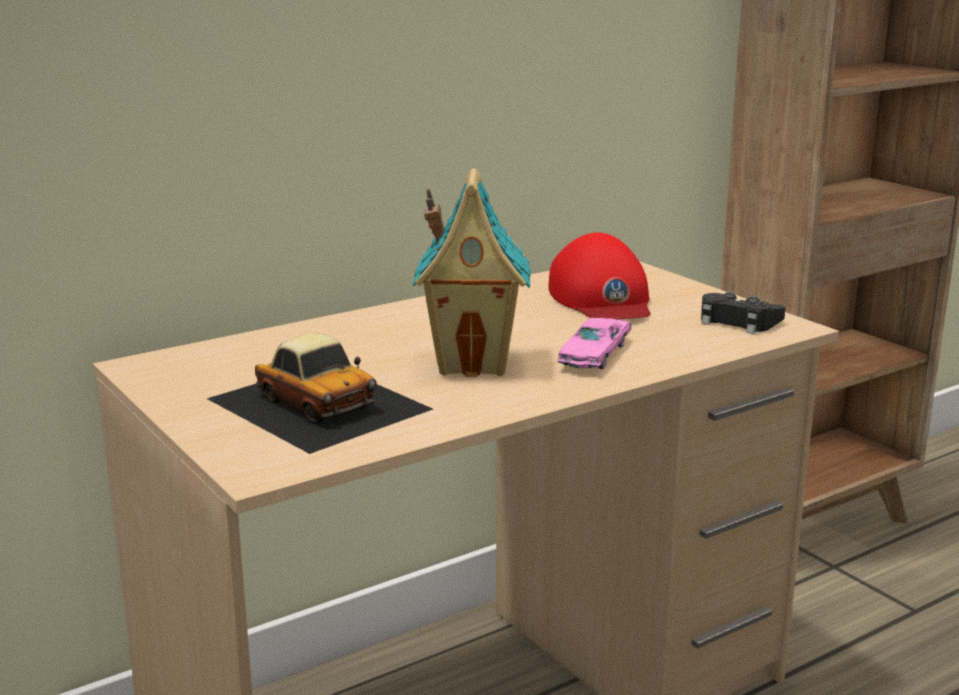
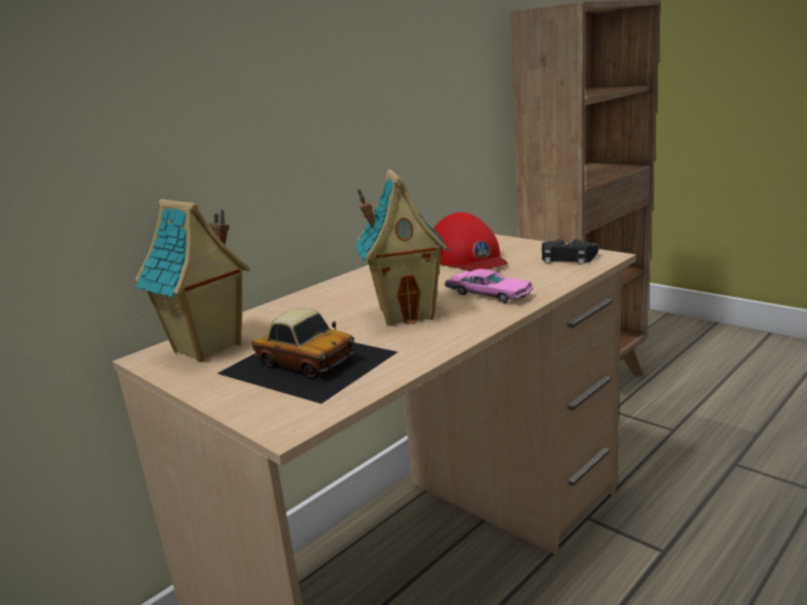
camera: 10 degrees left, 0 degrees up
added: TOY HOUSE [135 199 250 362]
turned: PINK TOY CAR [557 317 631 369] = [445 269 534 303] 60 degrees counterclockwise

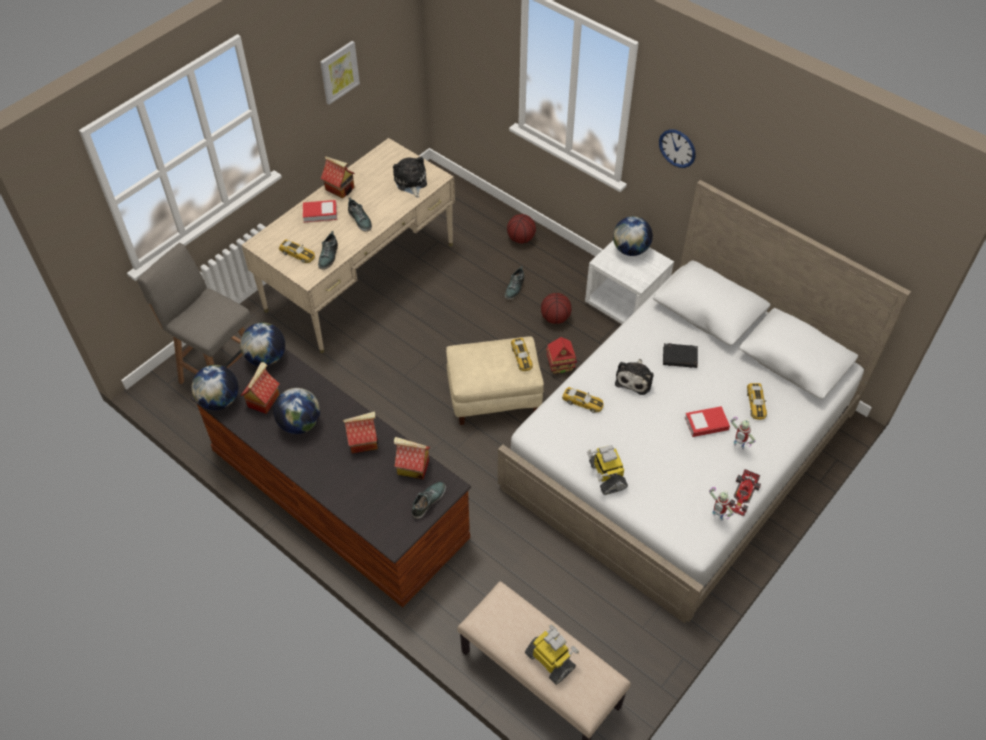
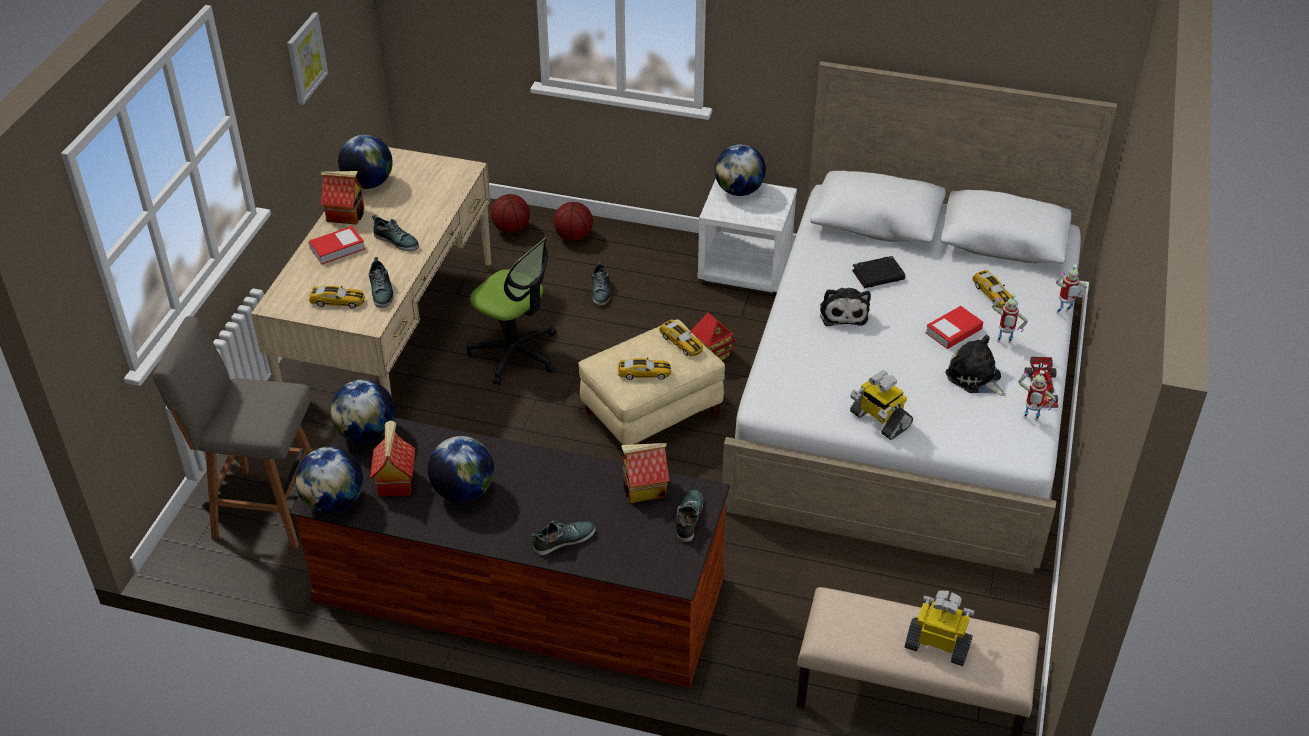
camera: 25 degrees left, 10 degrees down
removed: TOY HOUSE [343 412 378 454]; WALL CLOCK [659 129 696 168]
added: GLOBE [338 135 393 189]; OFFICE CHAIR [467 237 557 385]; SHOE [532 521 596 555]; TOY ROBOT [1056 264 1087 314]
moved: BASKETBALL [541 293 572 324] to [491 194 530 233]; TOY CAR [562 387 604 413] to [618 358 671 380]; PLUSH TOY [393 157 427 198] to [945 335 1006 396]

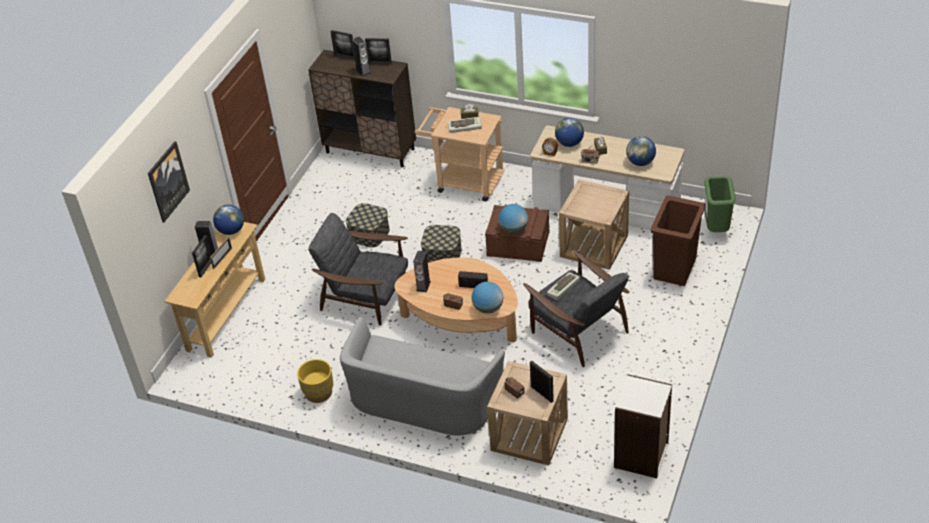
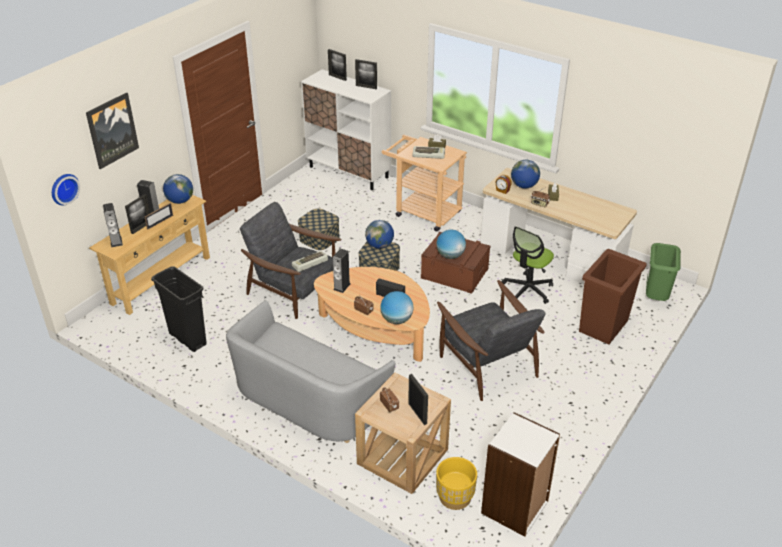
camera: 10 degrees right, 5 degrees down
added: WALL CLOCK [52 174 80 206]; BLACK TRASH CAN [151 266 207 352]
moved: SPEAKER [352 37 371 77] to [103 203 123 247]; KEYBOARD [547 272 580 300] to [292 251 328 272]; GLOBE [626 136 656 166] to [365 220 394 249]; YELLOW PLANTER [297 359 333 403] to [436 457 477 510]
replaced: BEIGE SIDE TABLE [559 179 629 270] to OFFICE CHAIR [501 226 554 304]
recoloured: BROWN CABINET [308 50 416 167] to WHITE CABINET [301 69 391 190]

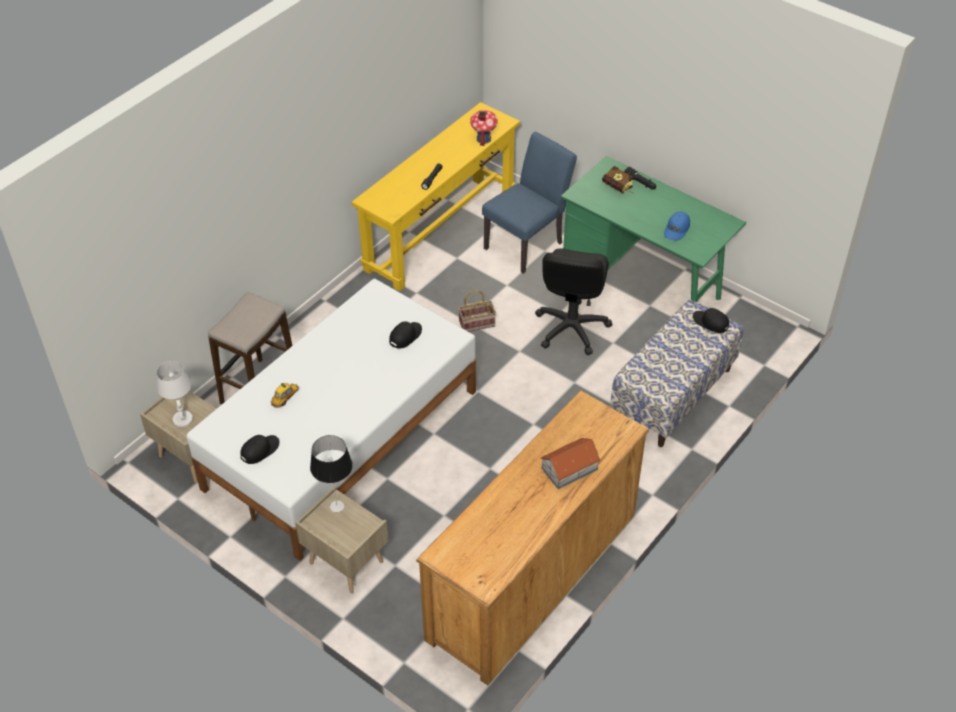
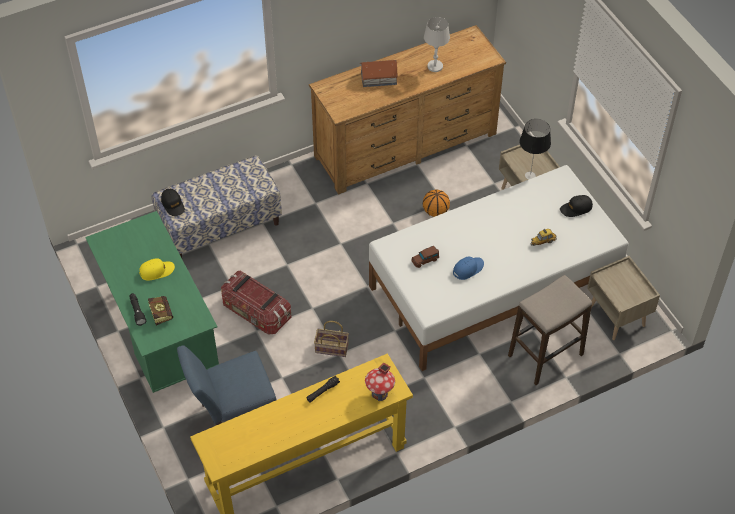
camera: 155 degrees left, 5 degrees up
added: YELLOW CAP [139 258 175 281]; BASKETBALL [423 190 450 217]
moved: TOY HOUSE [470 110 498 146] to [365 362 395 401]; WHITE TABLE LAMP [156 361 193 427] to [424 17 450 72]; BLUE CAP [664 212 690 241] to [453 257 484 280]
replaced: BLACK OFFICE CHAIR [535 248 613 355] to STORAGE BOX [221 271 291 335]; BLACK CAP [389 321 422 349] to BROWN TOY CAR [411 246 439 268]

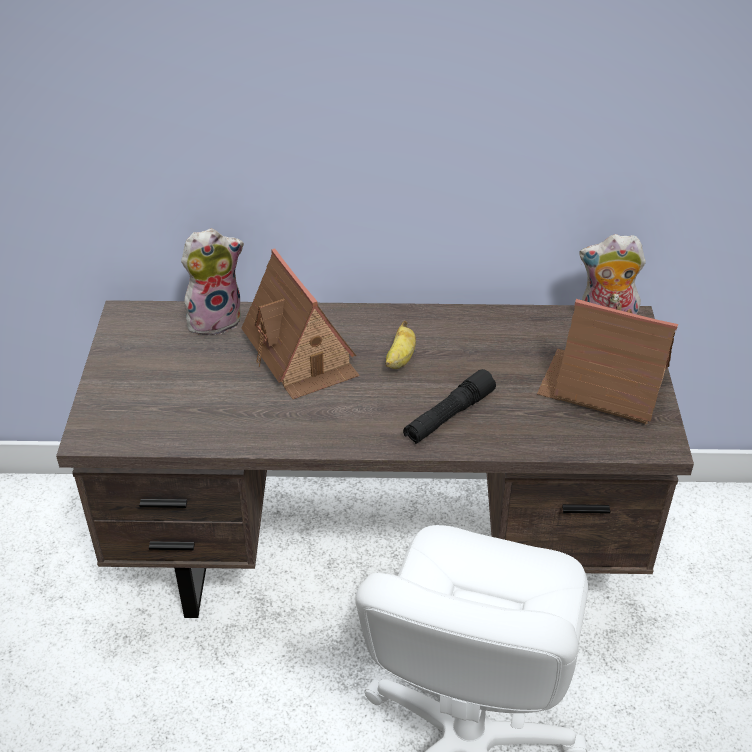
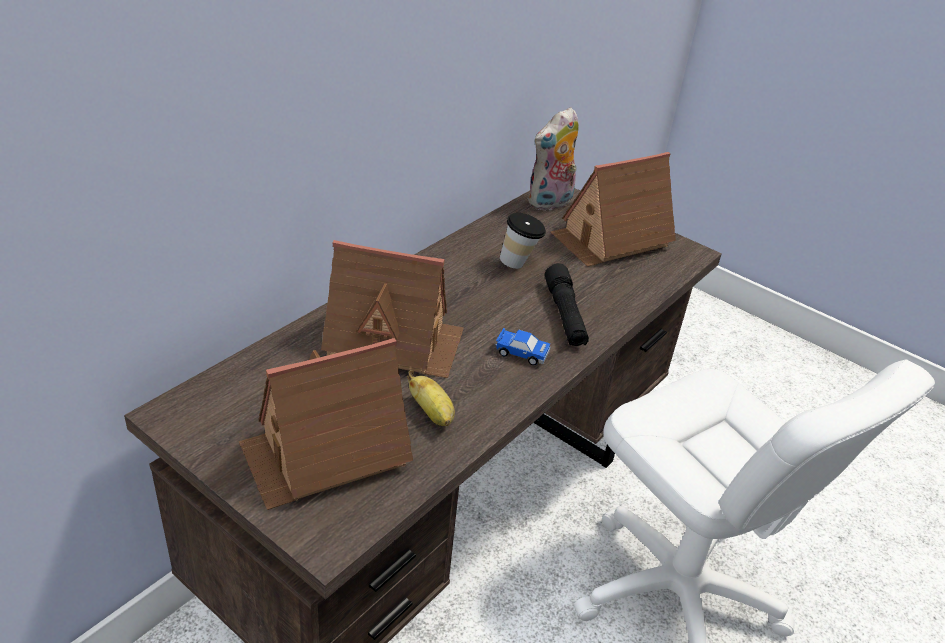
camera: 55 degrees left, 5 degrees down
removed: PLUSH TOY [181 228 244 335]
added: TOY HOUSE [239 338 413 510]; TOY CAR [496 328 550 365]; CUP [500 213 546 269]
moved: BANANA [385 321 416 369] to [407 370 455 426]

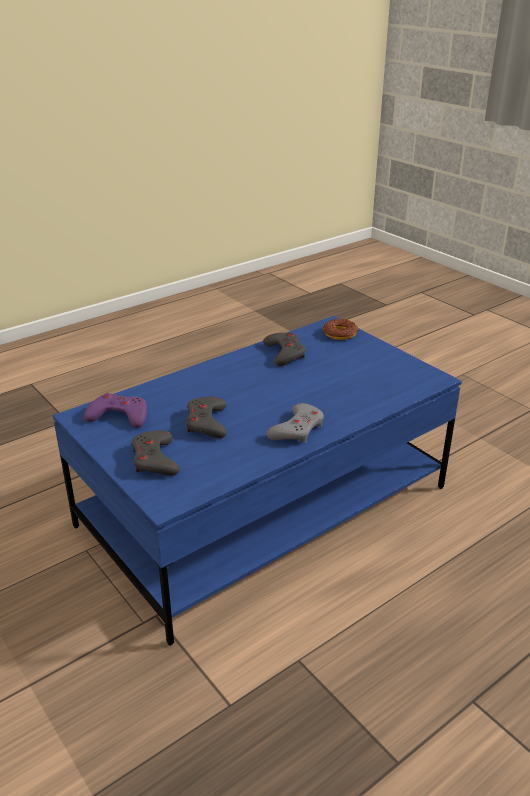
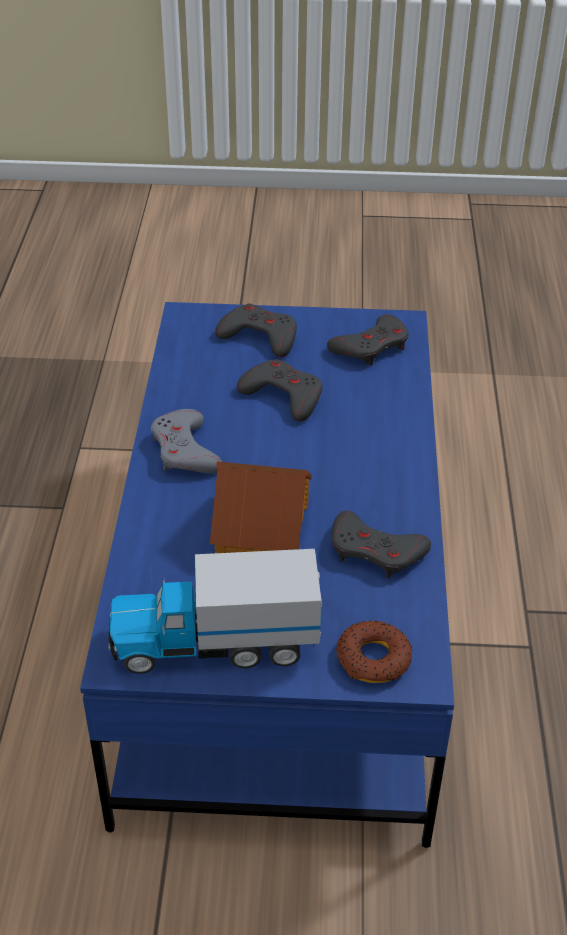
camera: 130 degrees right, 10 degrees up
added: TOY TRUCK [109 549 322 674]; TOY HOUSE [210 461 312 553]
recoloured: PURPLE GAME CONTROLLER [84 393 147 428] to GREY GAME CONTROLLER [327 315 408 366]

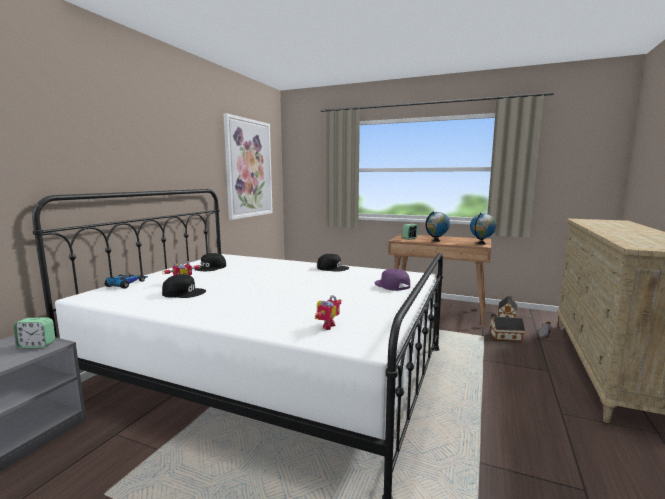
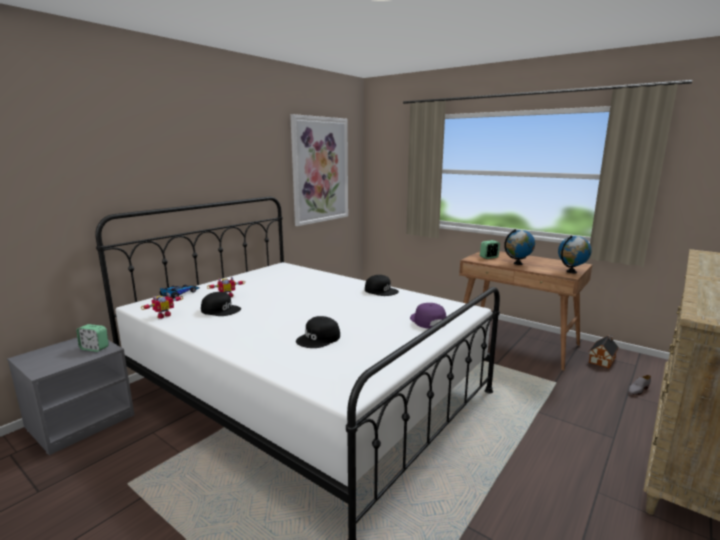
camera: 15 degrees right, 5 degrees up
removed: TOY HOUSE [490 314 525 341]
moved: TOY ROBOT [315 295 341 330] to [141 293 183 319]; BLACK CAP [194 253 226 271] to [296 316 340 348]

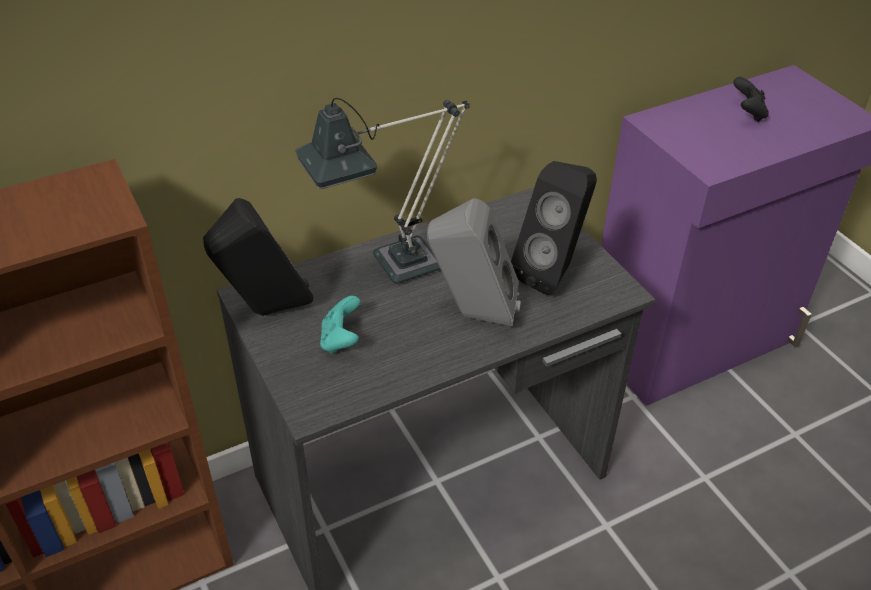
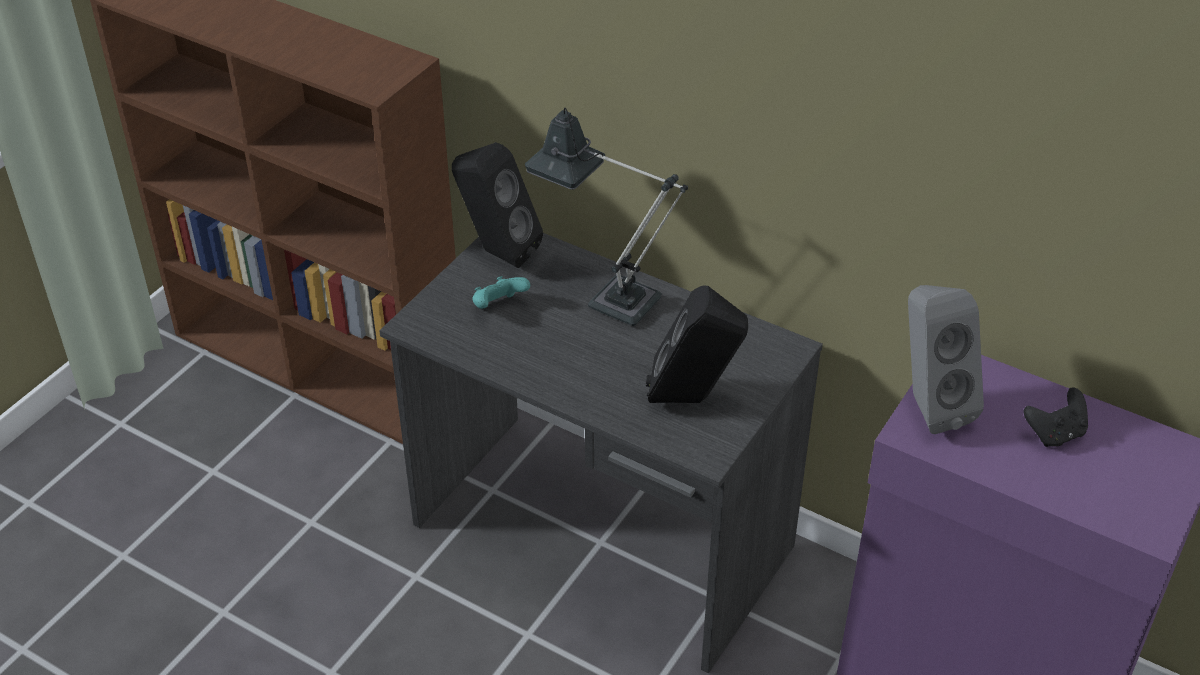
camera: 60 degrees right, 0 degrees up
moved: GREY SPEAKER [427 198 521 327] to [908 285 984 434]

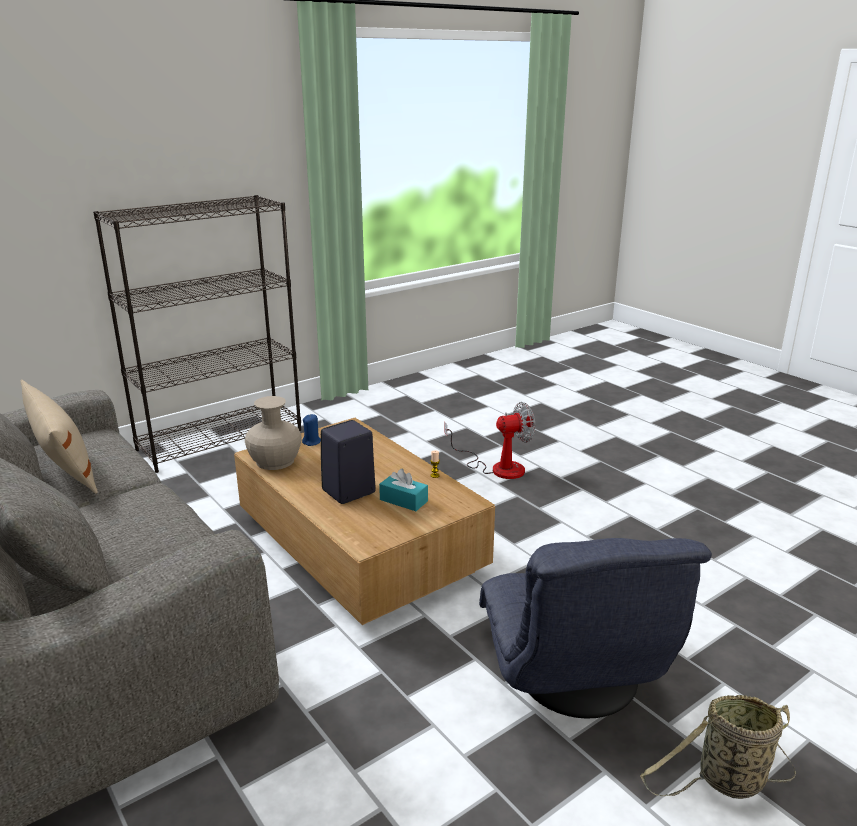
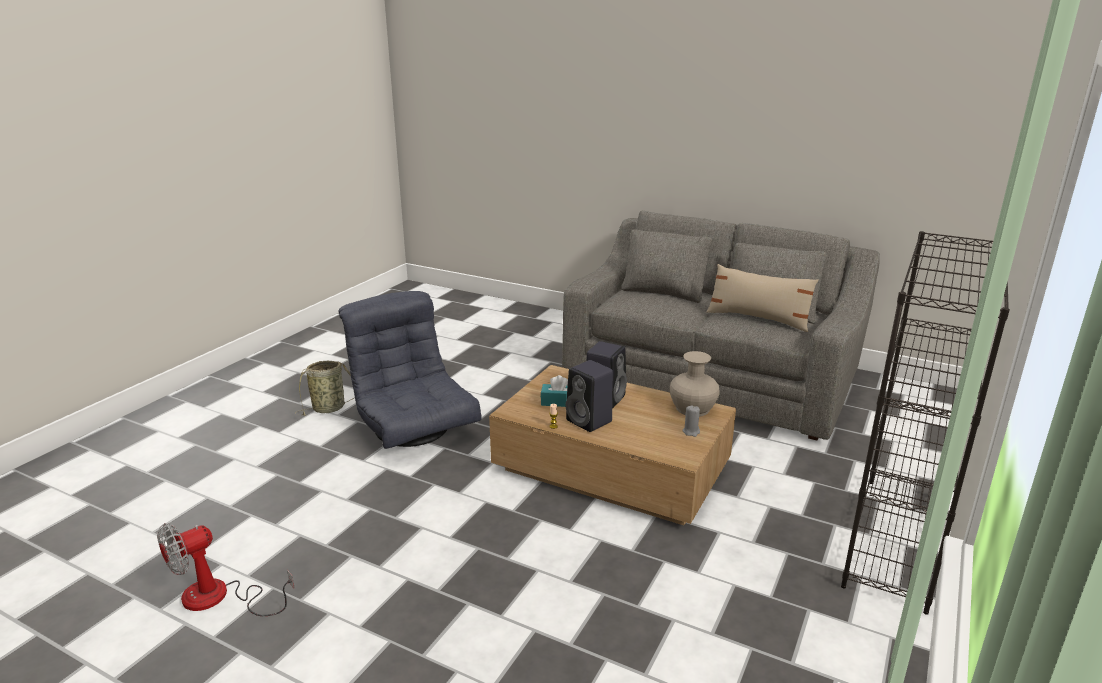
camera: 155 degrees right, 0 degrees up
added: BLACK SPEAKER [566 360 613 432]
moved: FAN [444 402 535 479] to [157 523 295 616]
recoloured: BLUE CANDLE [302 414 321 446] to GREY CANDLE [683 405 700 437]

